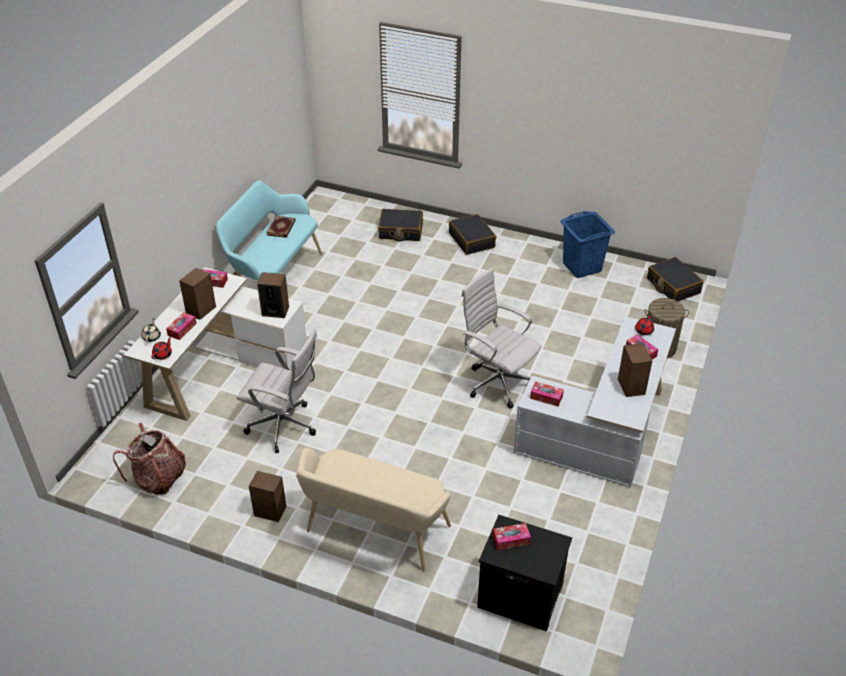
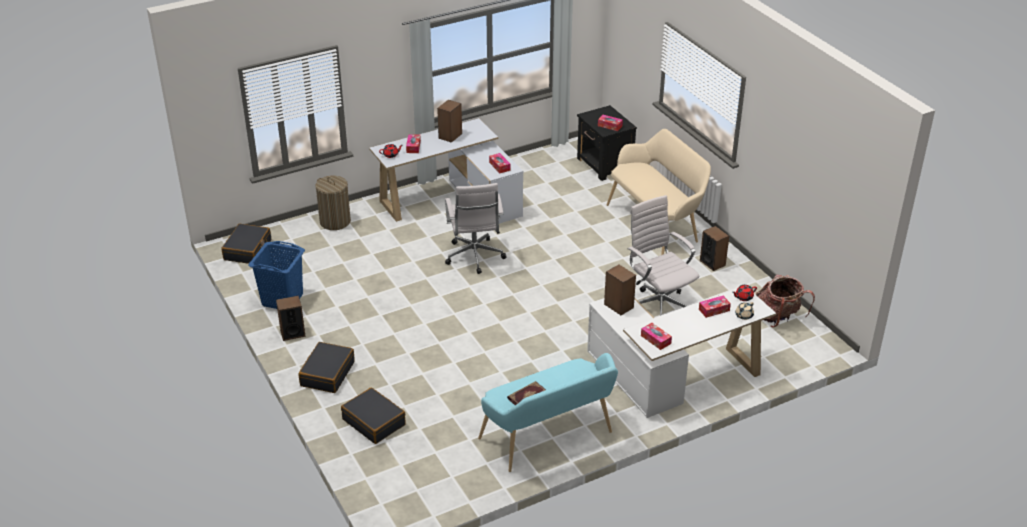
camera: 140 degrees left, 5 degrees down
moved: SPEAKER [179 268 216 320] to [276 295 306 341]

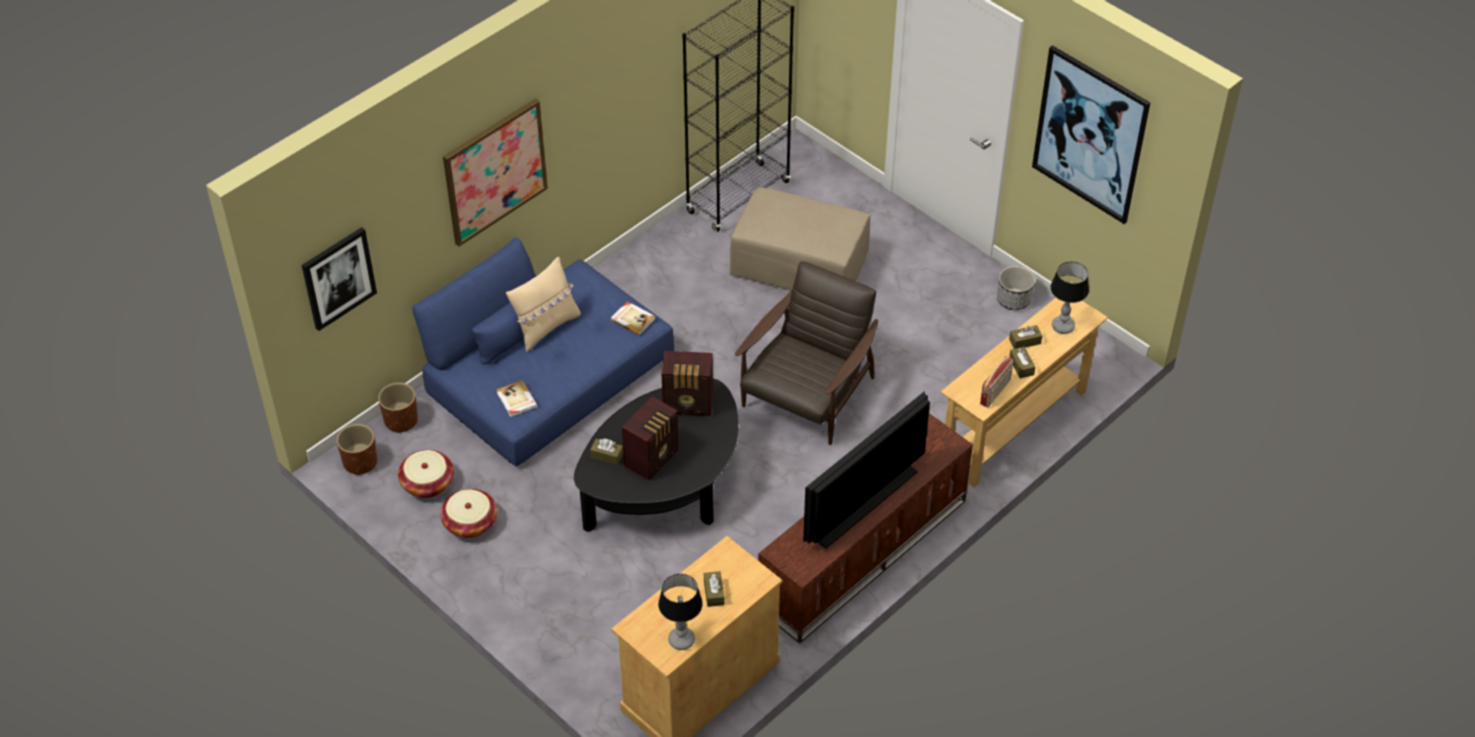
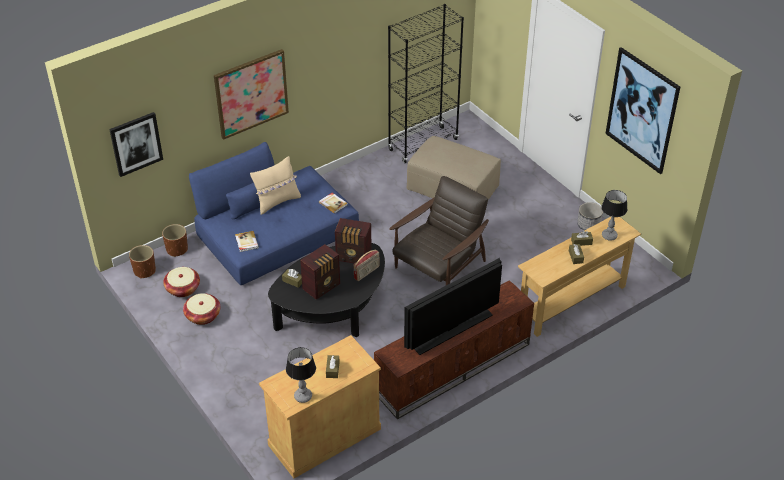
camera: 10 degrees right, 5 degrees down
moved: RADIO [980 356 1014 407] to [354 250 379 281]

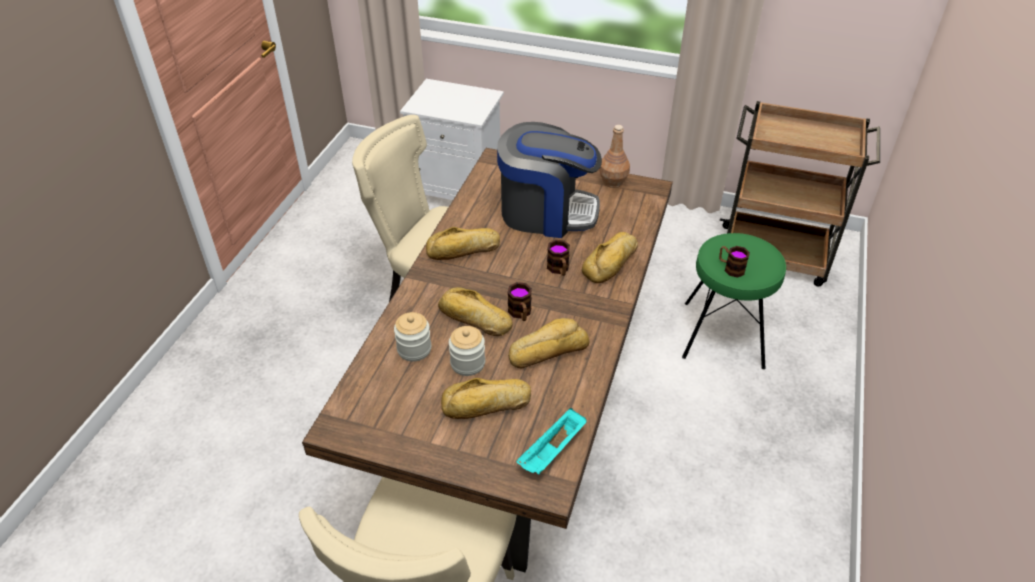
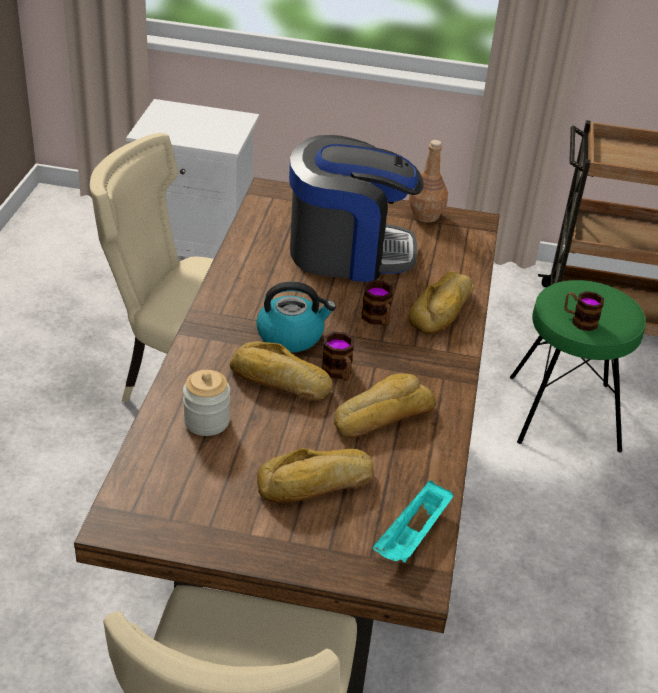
camera: 10 degrees left, 5 degrees down
removed: BREAD [426 227 500 260]; JAR [449 326 485 376]
added: KETTLE [256 281 336 352]

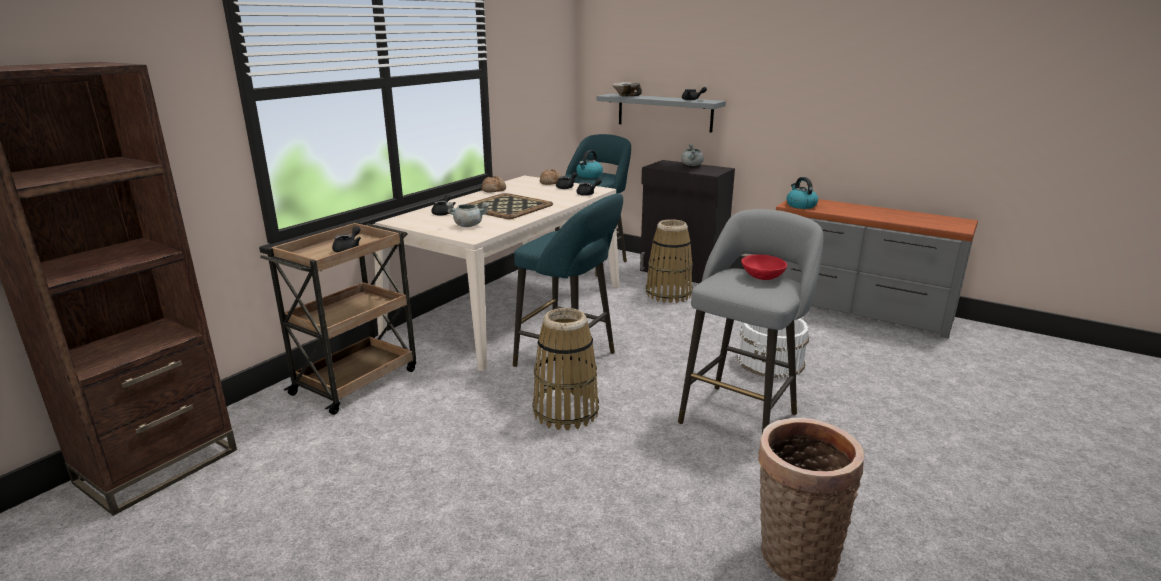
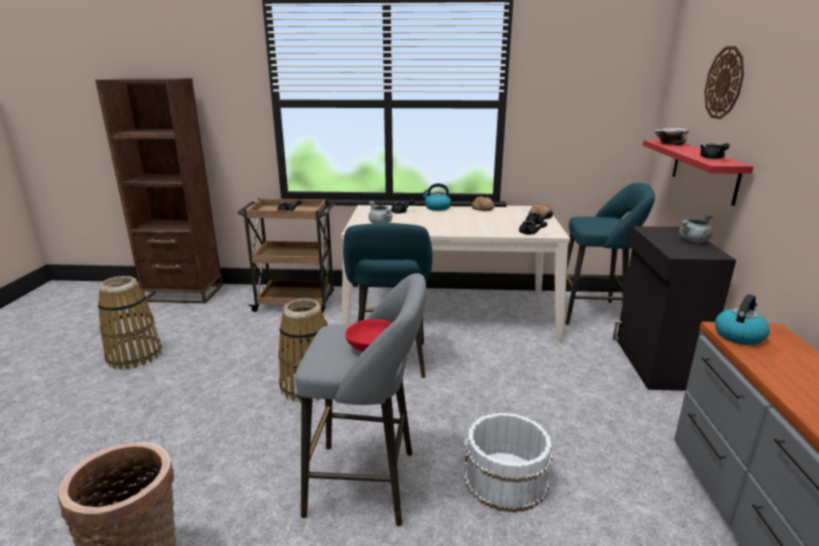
camera: 60 degrees right, 0 degrees up
removed: TRAY [467 193 553 219]
added: WALL CLOCK [704 46 744 119]
moved: BASKET [646 219 693 303] to [98 276 162 370]; KETTLE [576 150 603 178] to [421 183 451 211]
recoloured: GREY SHELF [597 94 726 133] to RED SHELF [643 140 754 206]

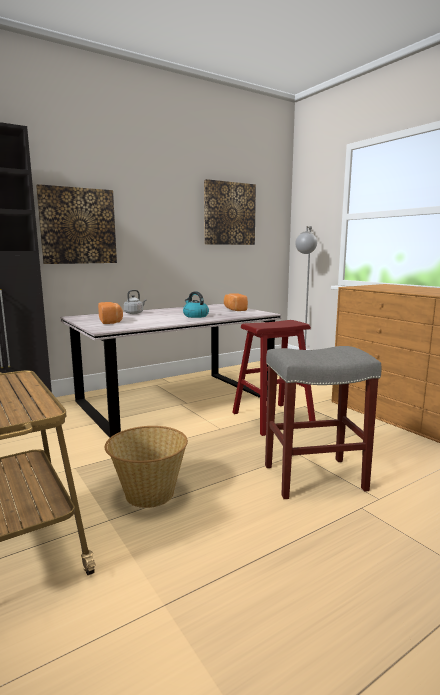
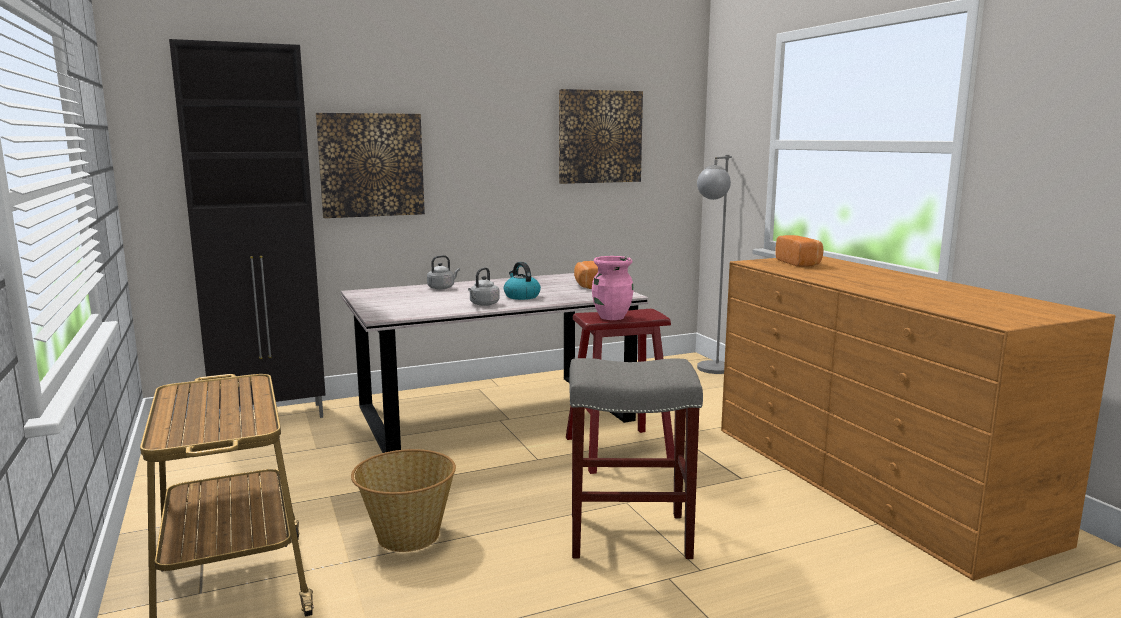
camera: 10 degrees right, 0 degrees up
added: GREY KETTLE [468 267 500 306]; PINK VASE [592 256 634 320]
moved: BREAD [98 302 123 324] to [775 235 824 267]

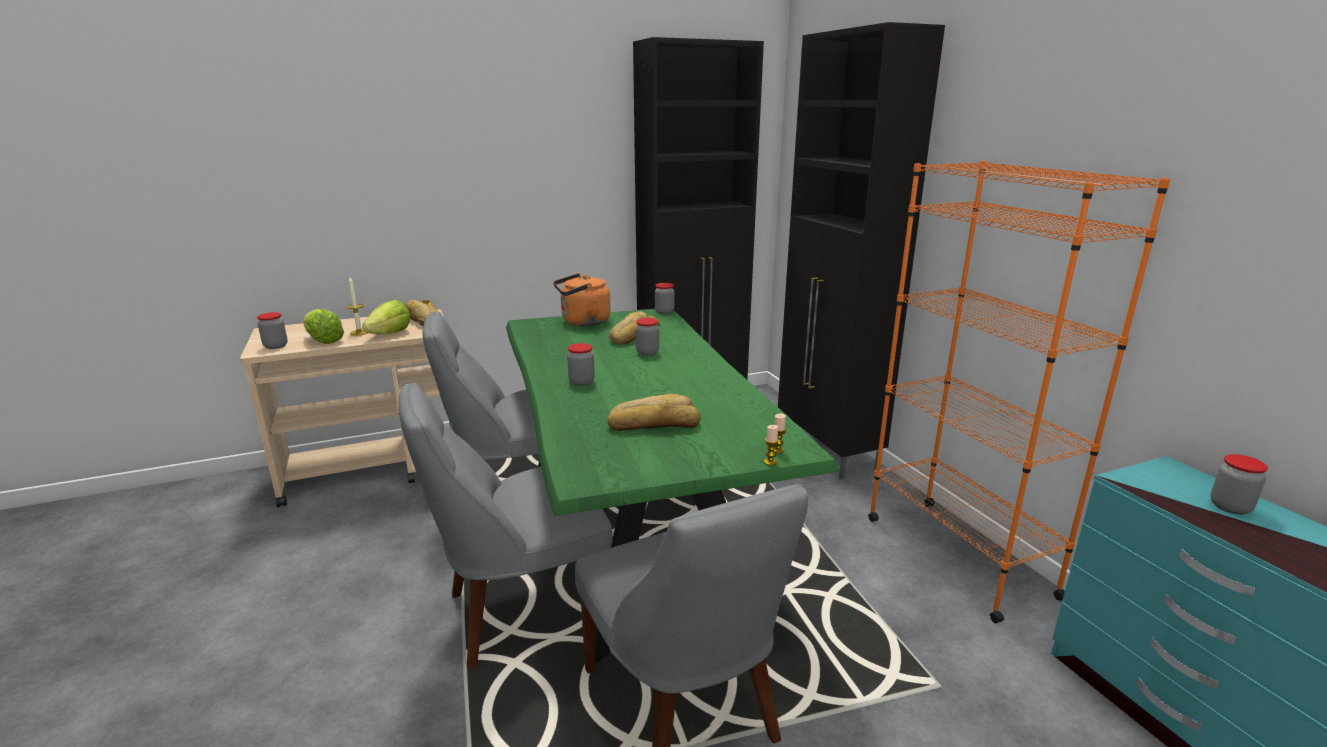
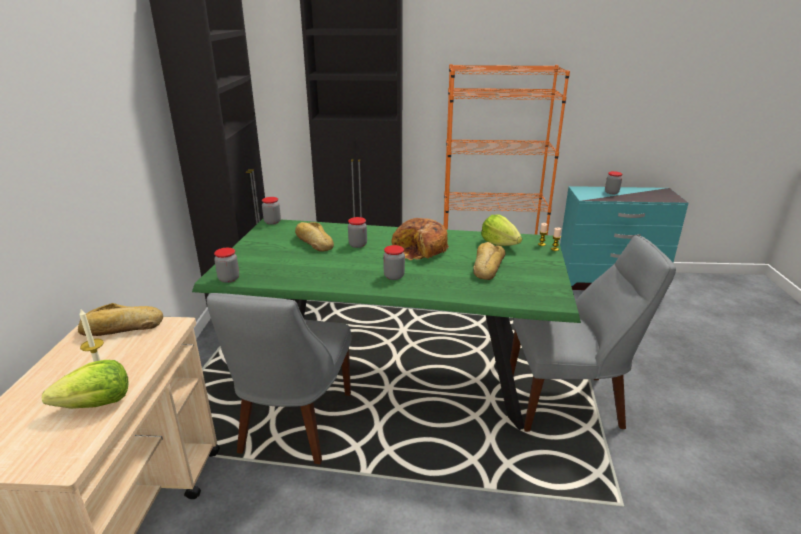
camera: 65 degrees left, 5 degrees up
removed: GREY CHAIR [399 382 613 668]; ORANGE KETTLE [553 273 611 326]
added: BREAD [391 218 449 260]
moved: JAR [257 312 287 349] to [214 248 239 283]; LETTUCE [362 300 411 335] to [481 215 522 246]

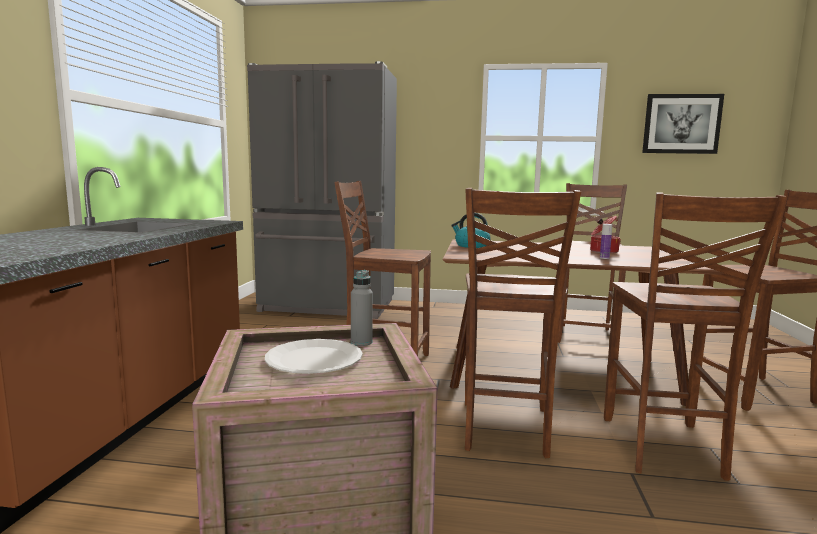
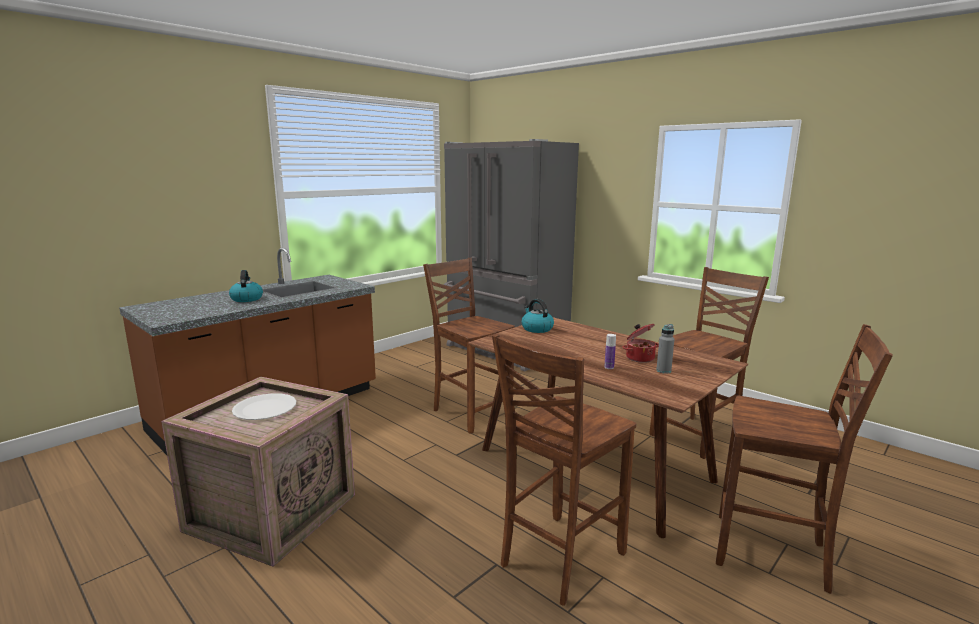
camera: 35 degrees right, 5 degrees up
removed: BROWN CHAIR [465 188 581 458]; PICTURE [642 94 724 154]
added: KETTLE [229 270 263 302]
moved: GREY BOTTLE [351 270 373 346] to [656 324 674 374]

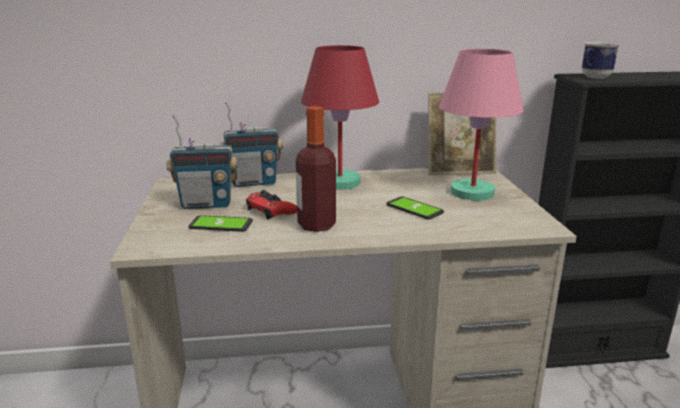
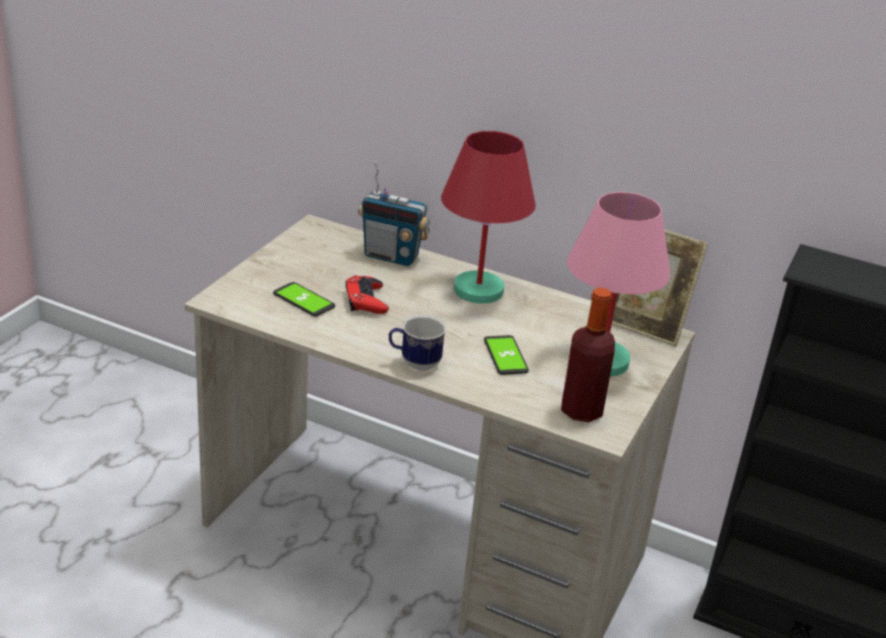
camera: 30 degrees right, 10 degrees up
removed: RADIO [166 115 238 209]
moved: MUG [582 42 620 79] to [389 315 446 371]; BOTTLE [296 106 336 232] to [561 288 615 422]

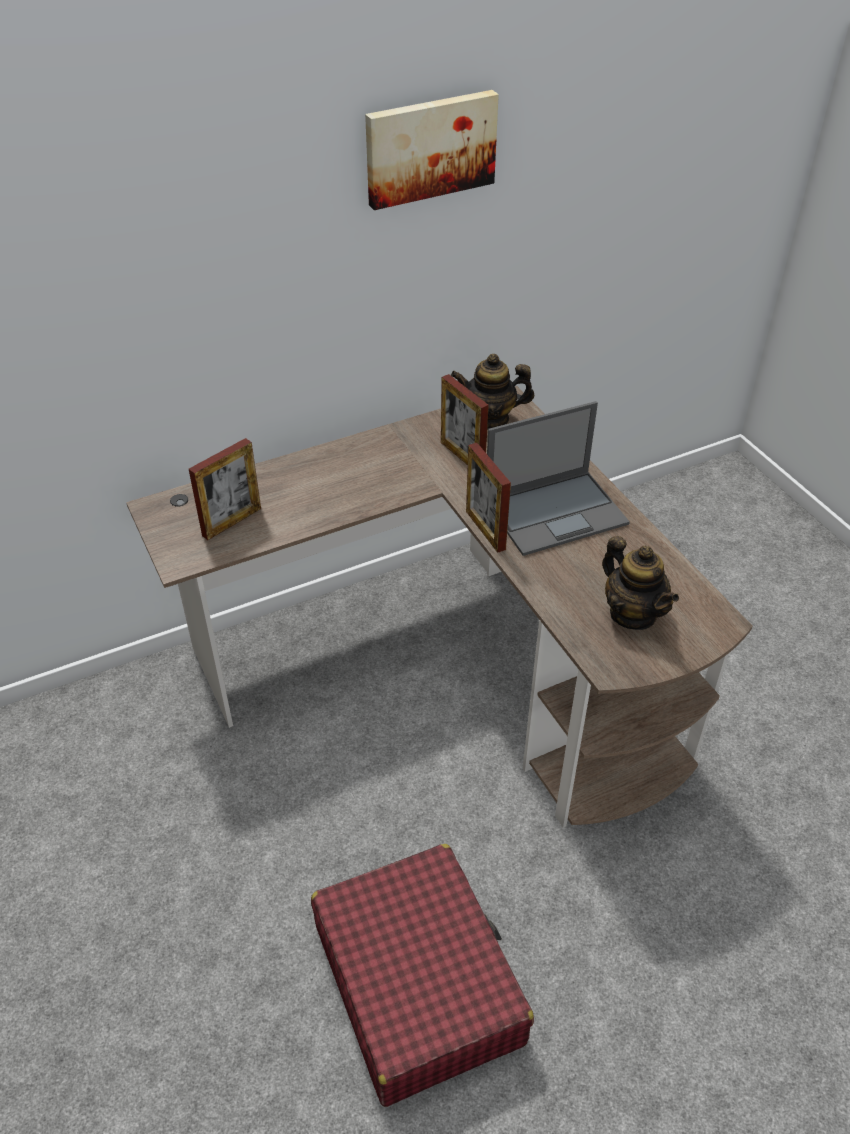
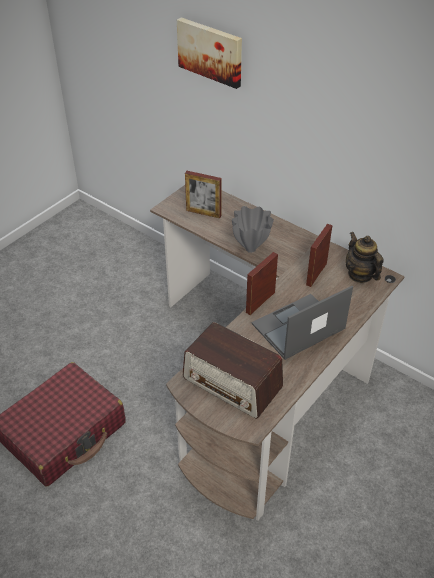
camera: 65 degrees right, 0 degrees up
added: GREY VASE [232 206 274 253]
moved: PICTURE [365 90 499 210] to [177 17 242 89]
replaced: TEAPOT [602 536 679 630] to RADIO [183 322 283 419]
turned: LAPTOP [487 401 630 556] = [252 286 353 360] 105 degrees clockwise

